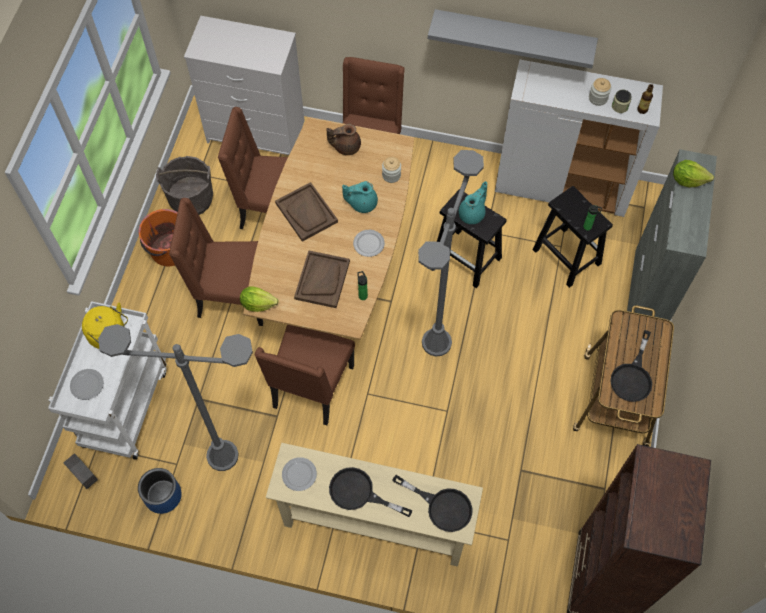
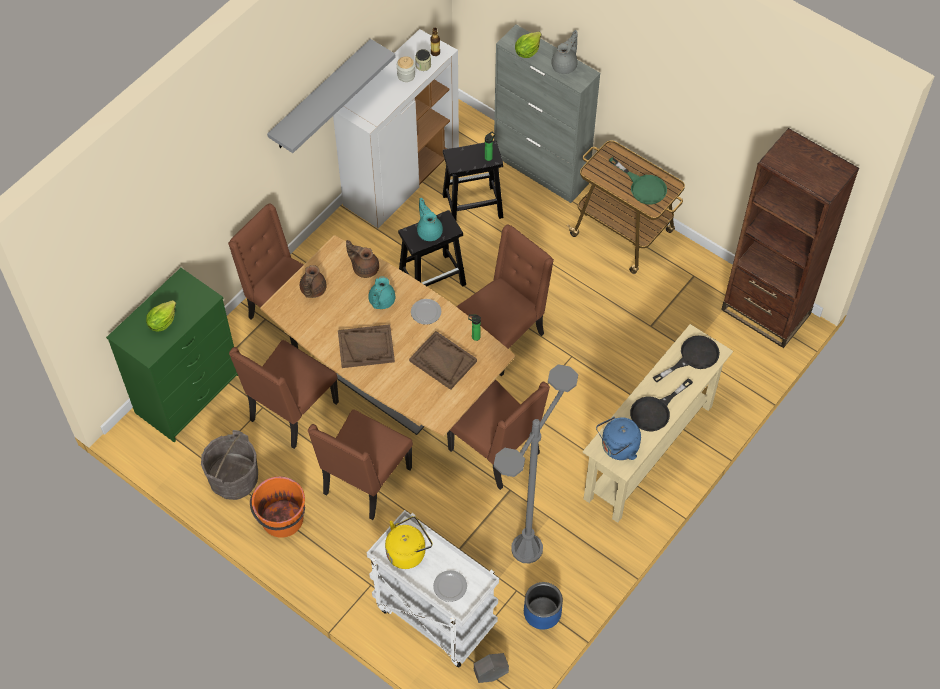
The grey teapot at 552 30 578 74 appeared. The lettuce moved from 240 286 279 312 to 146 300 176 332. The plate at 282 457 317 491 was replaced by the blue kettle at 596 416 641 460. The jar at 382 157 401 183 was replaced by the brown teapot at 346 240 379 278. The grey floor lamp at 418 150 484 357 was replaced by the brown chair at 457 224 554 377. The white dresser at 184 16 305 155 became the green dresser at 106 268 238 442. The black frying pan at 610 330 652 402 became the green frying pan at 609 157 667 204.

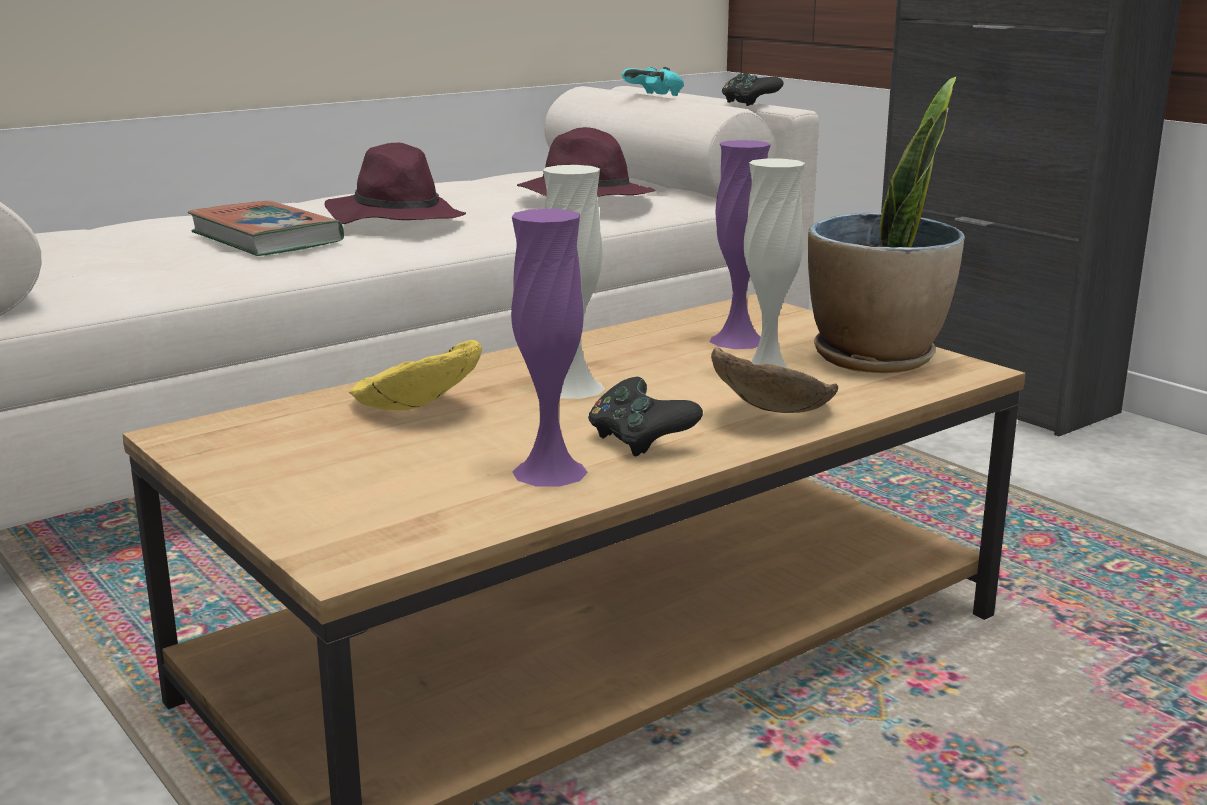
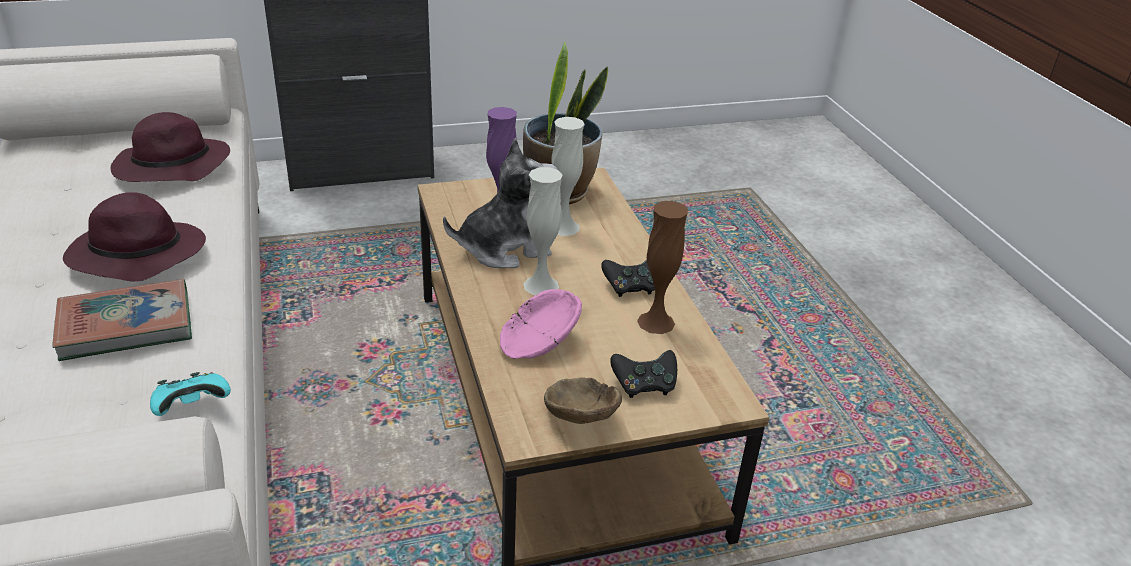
The plush toy at 443 138 558 268 appeared. The turquoise game controller moved from 622 67 684 96 to 150 372 231 416. The brown bowl moved from 711 347 838 413 to 544 377 622 424. The black game controller moved from 722 73 783 106 to 610 350 677 398. The yellow bowl at 349 340 482 410 became the pink bowl at 500 289 582 359. The purple vase at 511 209 588 487 became the brown vase at 637 201 688 334.

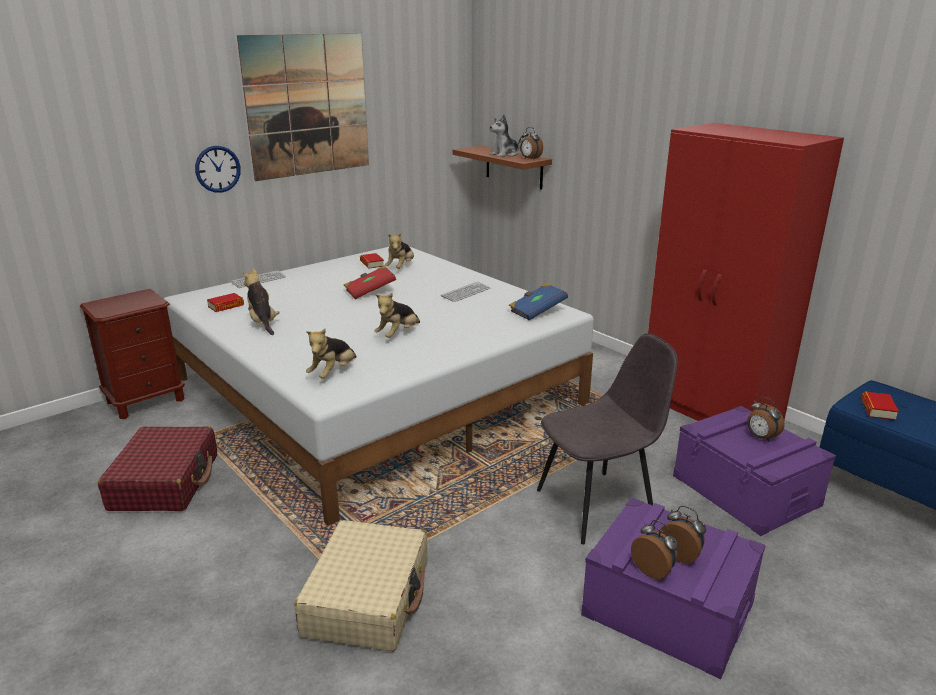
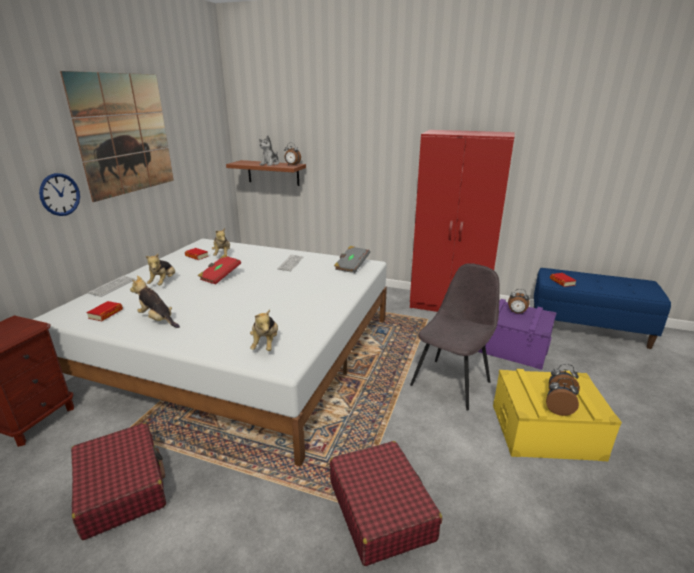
The plush toy moved from 374 293 420 338 to 146 253 175 285. The beige suitcase at 294 520 428 652 became the red suitcase at 330 441 442 566. The blue book at 509 283 568 321 became the grey book at 334 246 370 273. The purple storage box at 581 497 766 679 became the yellow storage box at 493 369 622 461.

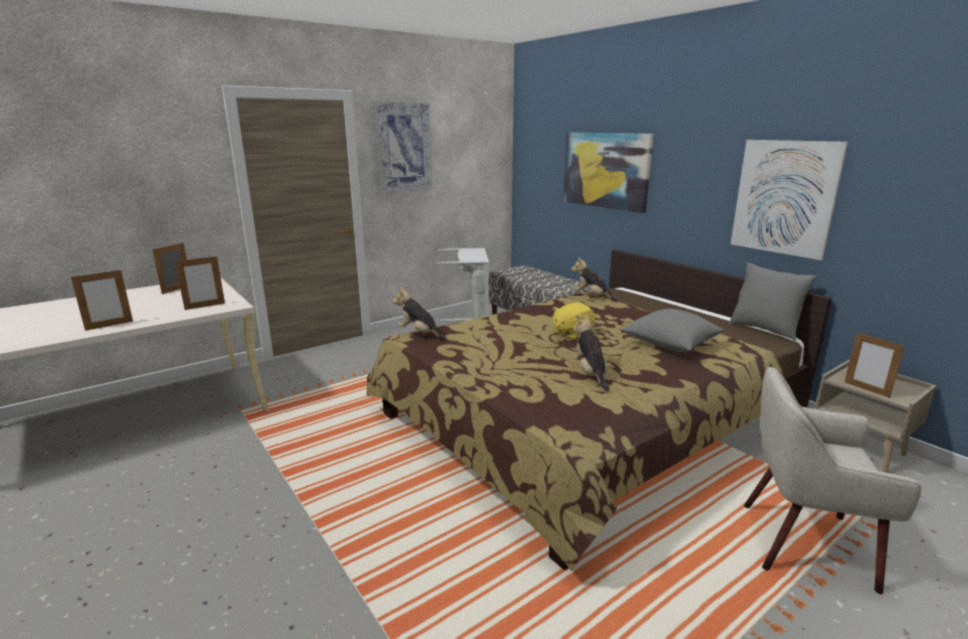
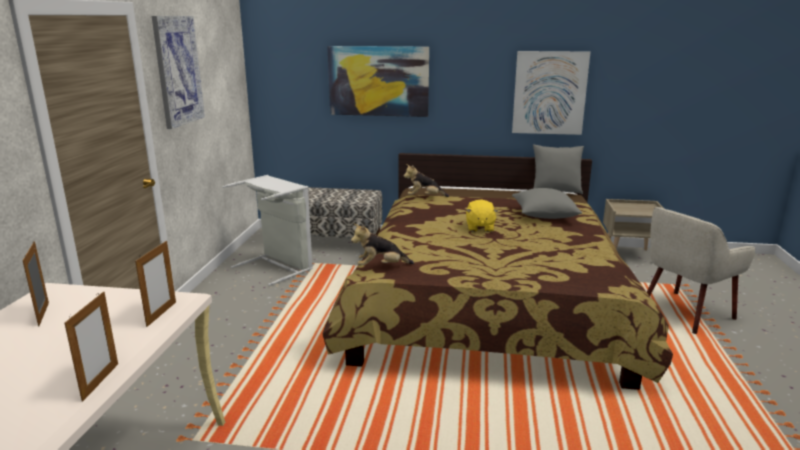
The plush toy at 573 314 611 392 disappeared. The picture frame at 845 333 905 398 disappeared.

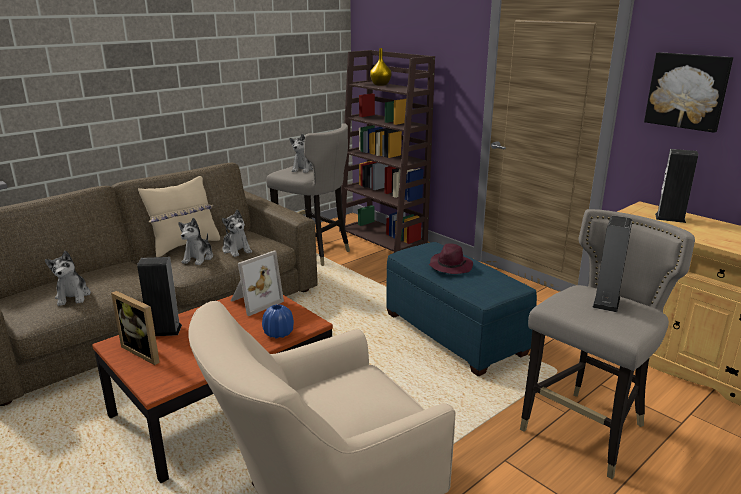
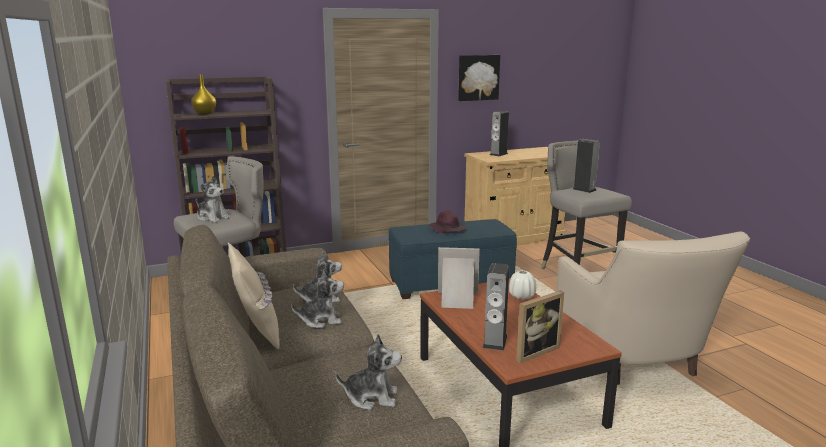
The blue vase at 262 304 294 339 became the white vase at 509 270 536 299. The plush toy at 178 218 213 265 turned 45 degrees counterclockwise. The picture frame at 231 250 284 316 turned 60 degrees counterclockwise.

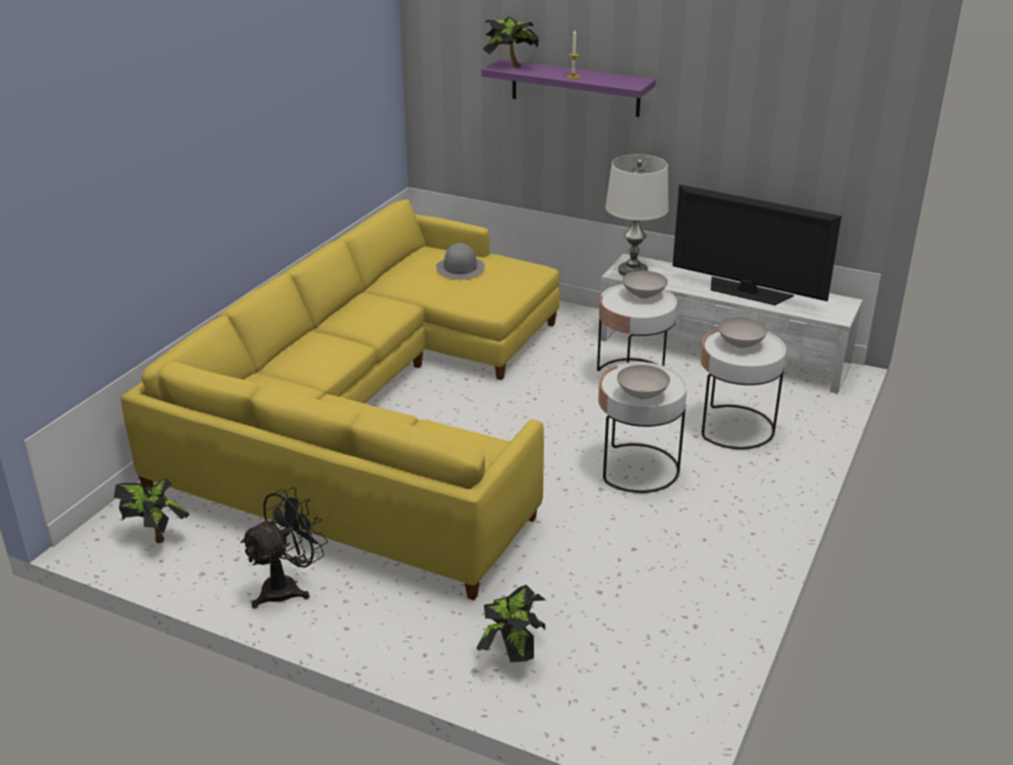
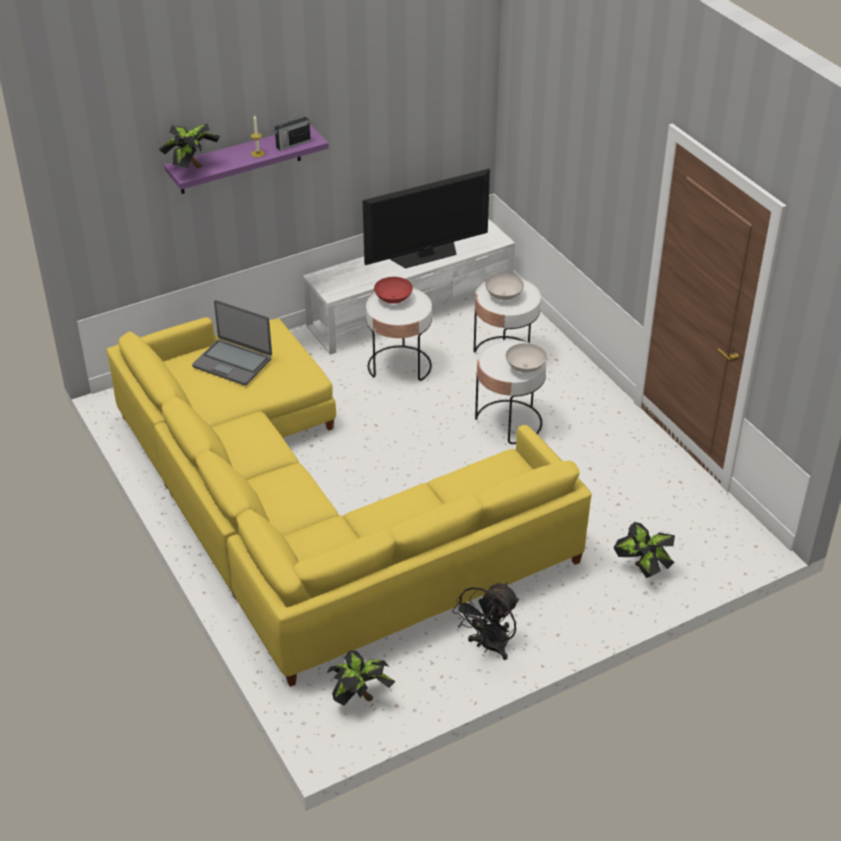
The white table lamp at 605 154 669 276 disappeared. The radio at 274 115 311 151 appeared. The grey hat at 436 243 485 280 was replaced by the laptop at 192 300 272 386. The white bowl at 622 271 668 299 became the red bowl at 374 277 413 304. The black fan at 240 487 328 609 turned 135 degrees counterclockwise.

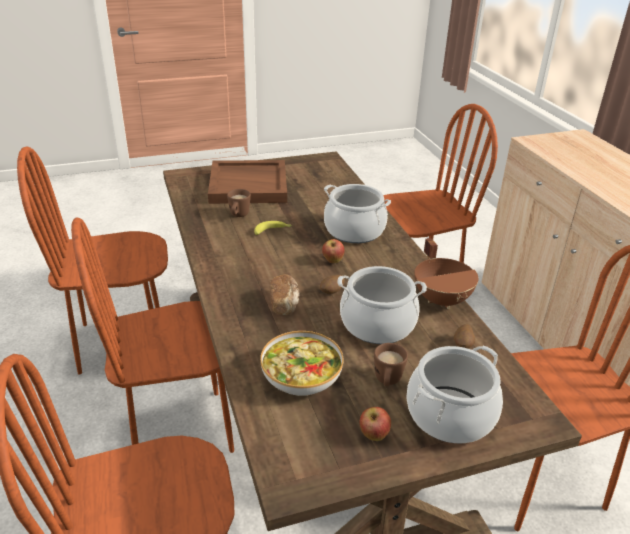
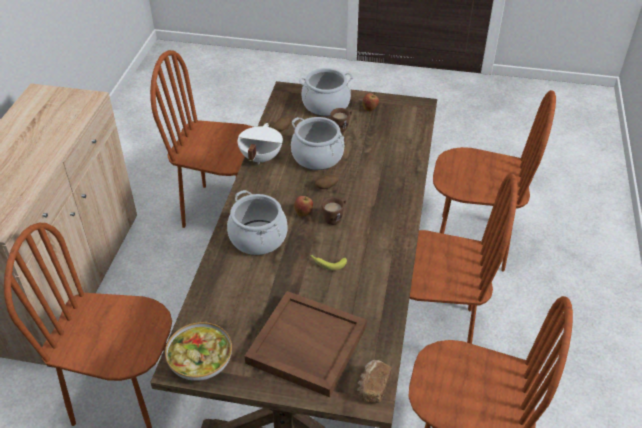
The brown mug moved from 227 189 251 217 to 322 197 346 225. The bowl moved from 260 331 344 396 to 165 322 232 381. The bread moved from 269 274 300 315 to 357 360 392 403. The brown cooking pot at 414 238 479 309 became the white cooking pot at 237 123 283 164.

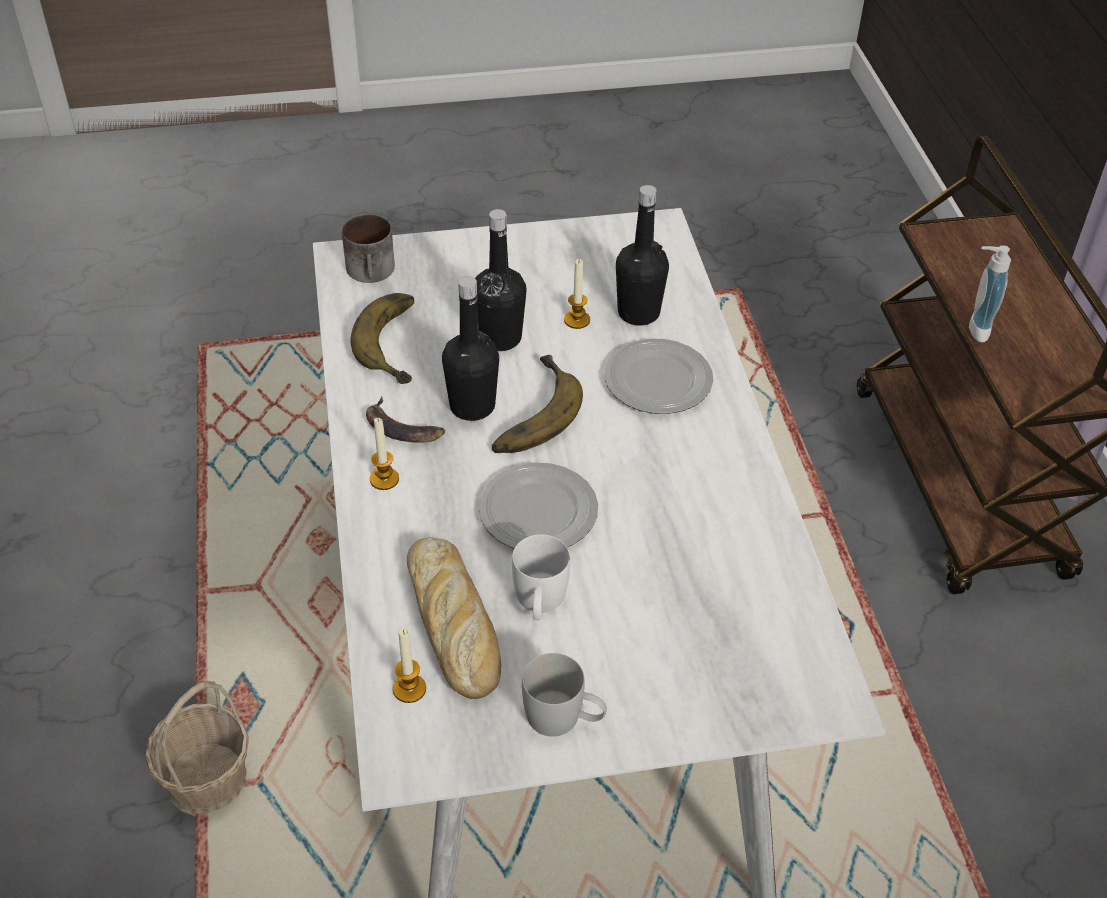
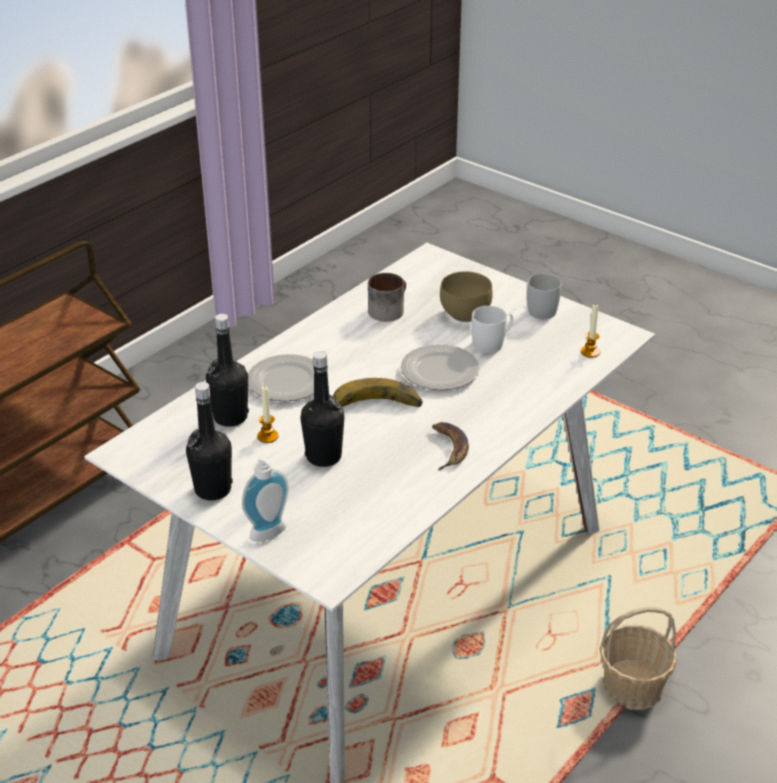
The banana at 350 293 414 384 disappeared. The candle at 370 418 399 490 disappeared. The bread at 407 537 501 699 disappeared. The brown bowl at 440 271 493 322 appeared. The mug moved from 342 214 395 283 to 368 273 406 322. The black bottle moved from 442 276 499 421 to 186 382 233 501. The soap dispenser moved from 969 245 1011 343 to 242 454 289 542.

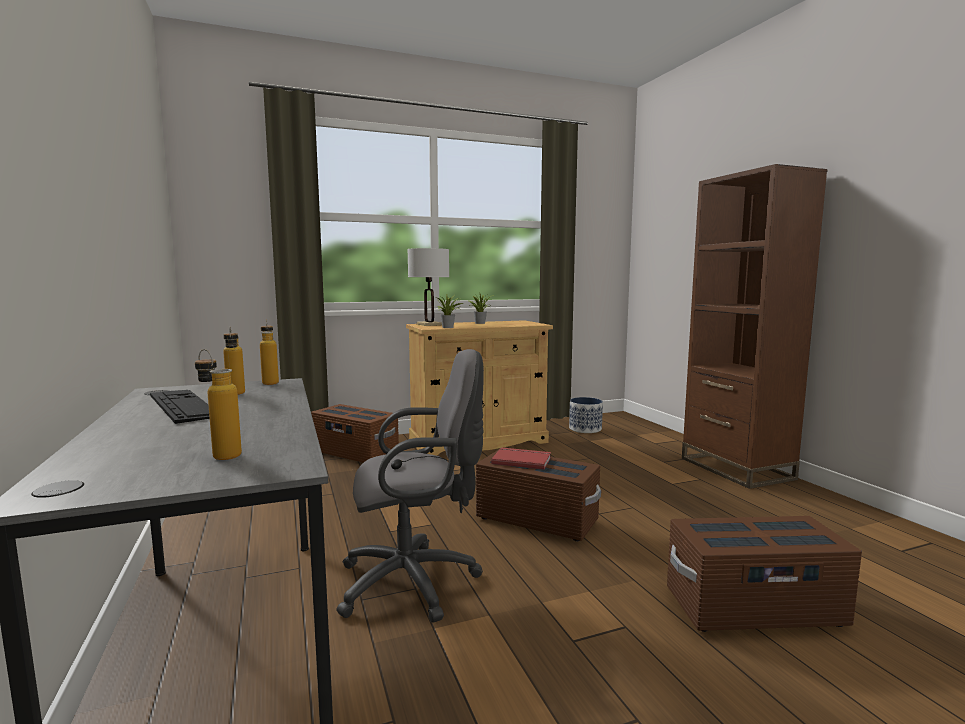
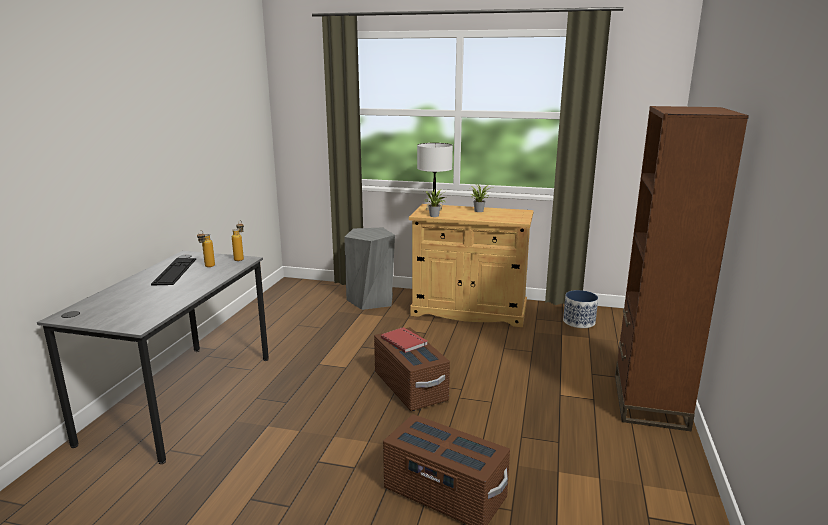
The bottle at 195 349 242 460 disappeared. The grey office chair at 336 349 484 623 disappeared. The brown storage box at 311 404 399 463 was replaced by the grey stool at 344 227 395 310.

